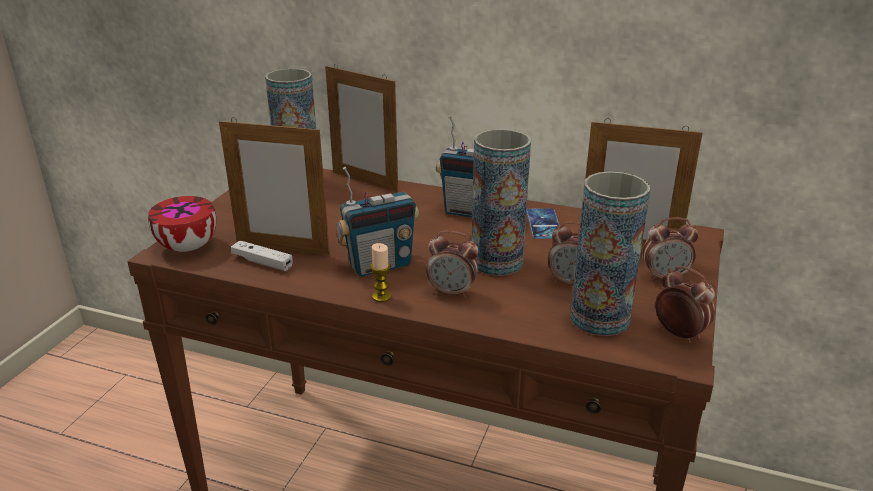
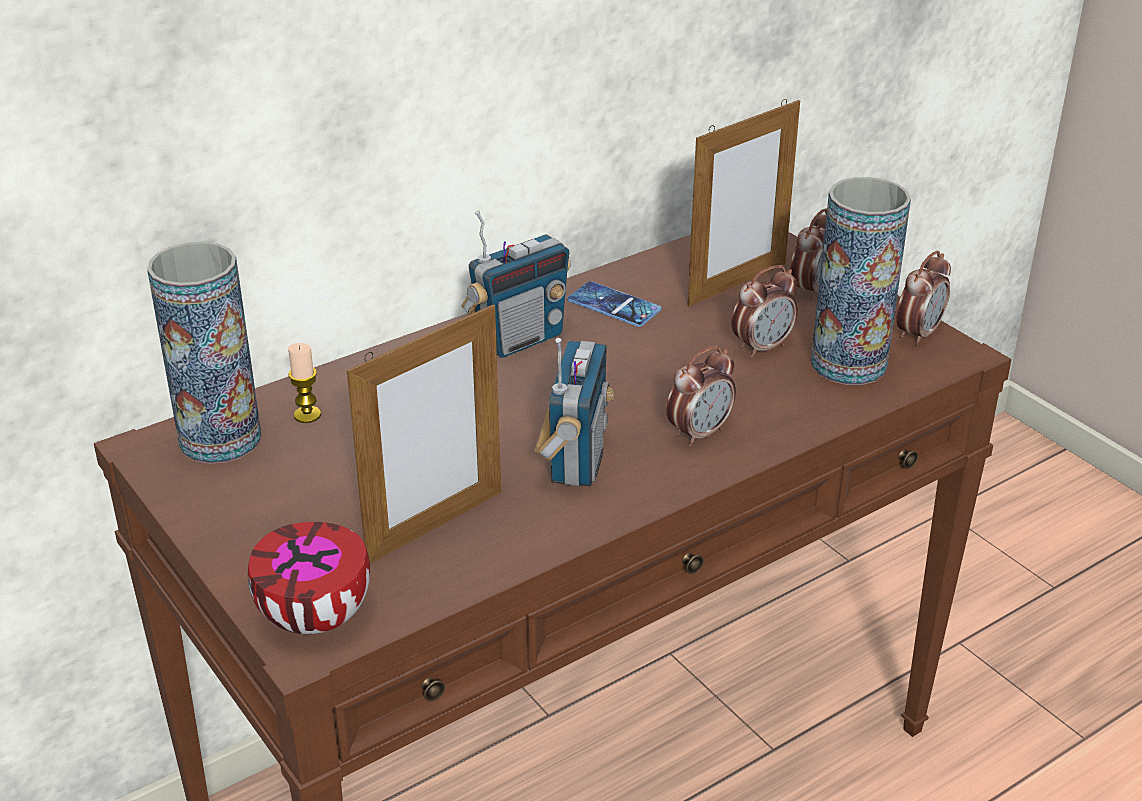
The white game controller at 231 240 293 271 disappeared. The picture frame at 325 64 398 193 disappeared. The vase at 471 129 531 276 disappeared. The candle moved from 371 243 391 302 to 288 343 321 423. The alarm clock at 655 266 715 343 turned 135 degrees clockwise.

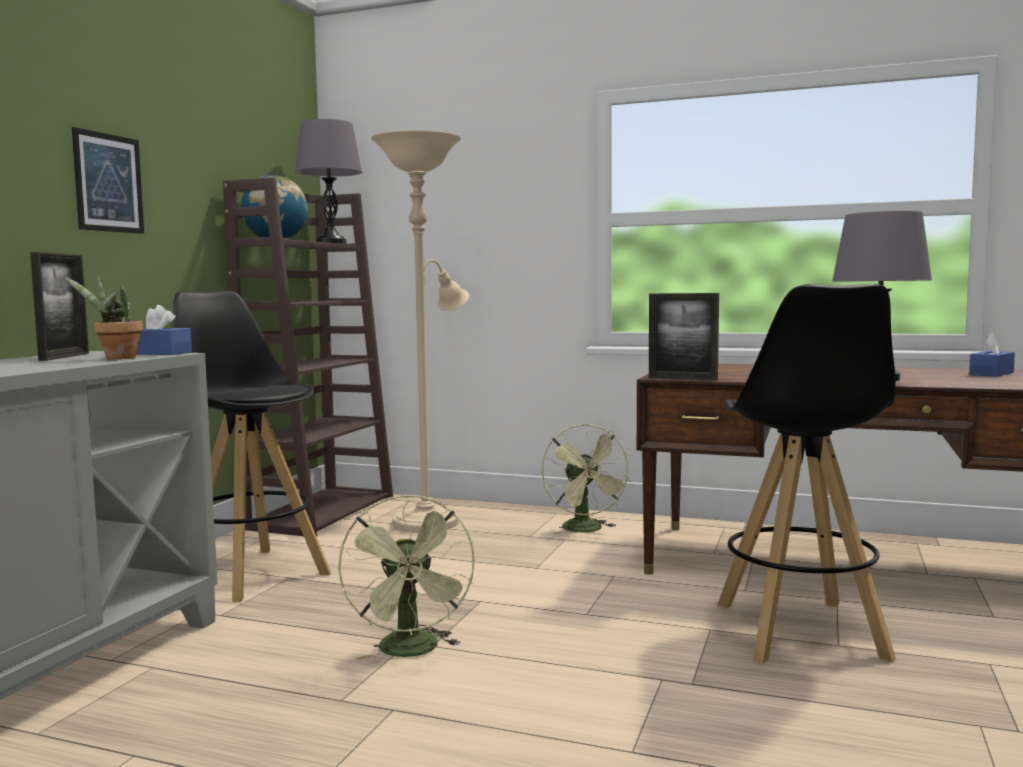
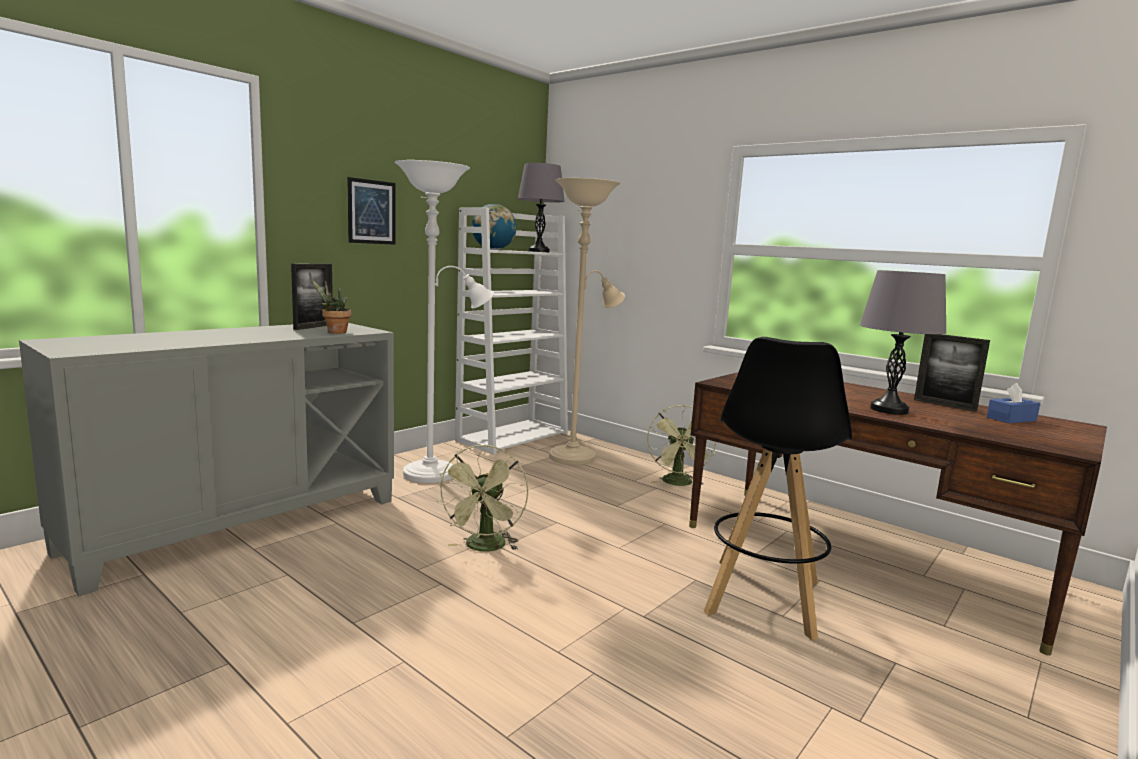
The blue tissue box at 136 305 192 355 disappeared. The picture frame moved from 649 293 719 380 to 914 334 990 412. The black stool at 173 290 331 603 was replaced by the white floor lamp at 395 160 494 483. The brown bookcase at 223 177 393 536 became the white bookcase at 455 208 568 455.

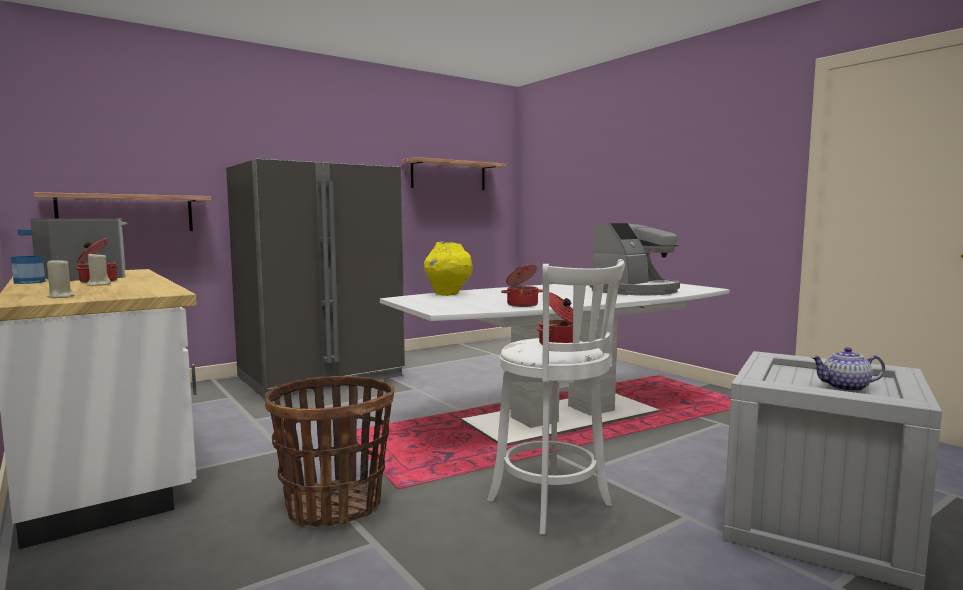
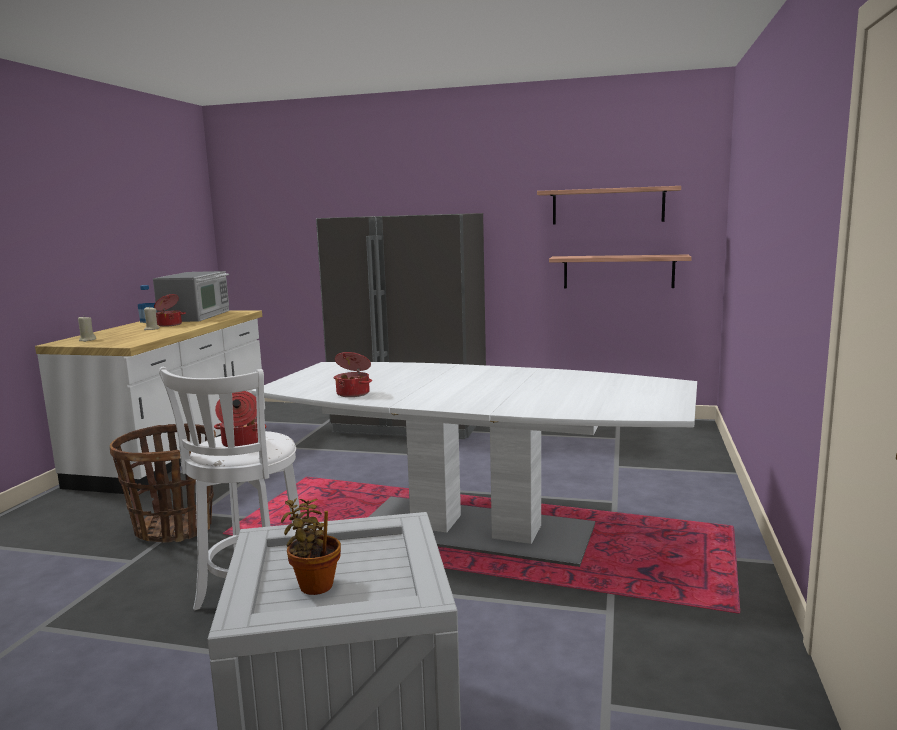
The yellow vase at 424 242 473 296 disappeared. The coffee machine at 589 223 680 296 disappeared. The shelf moved from 34 192 211 231 to 549 255 692 288. The teapot at 810 347 885 392 was replaced by the potted plant at 281 498 341 595.

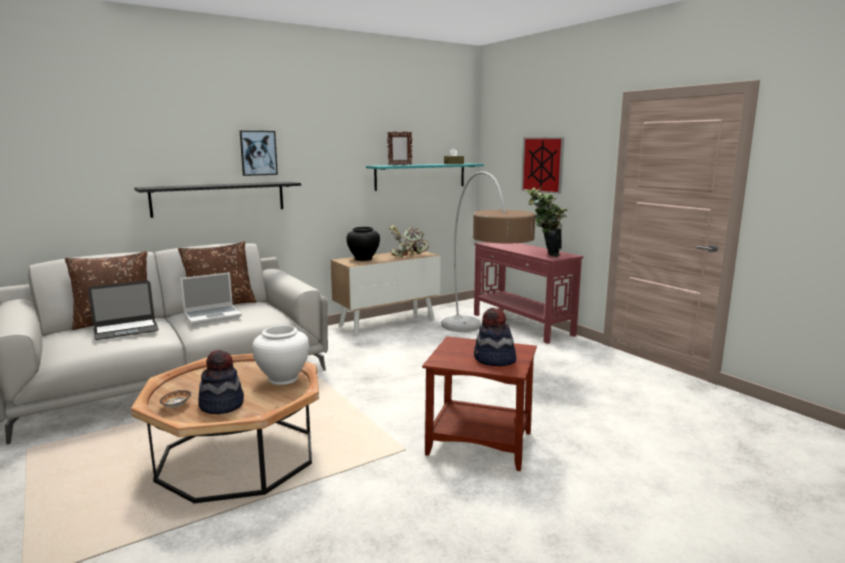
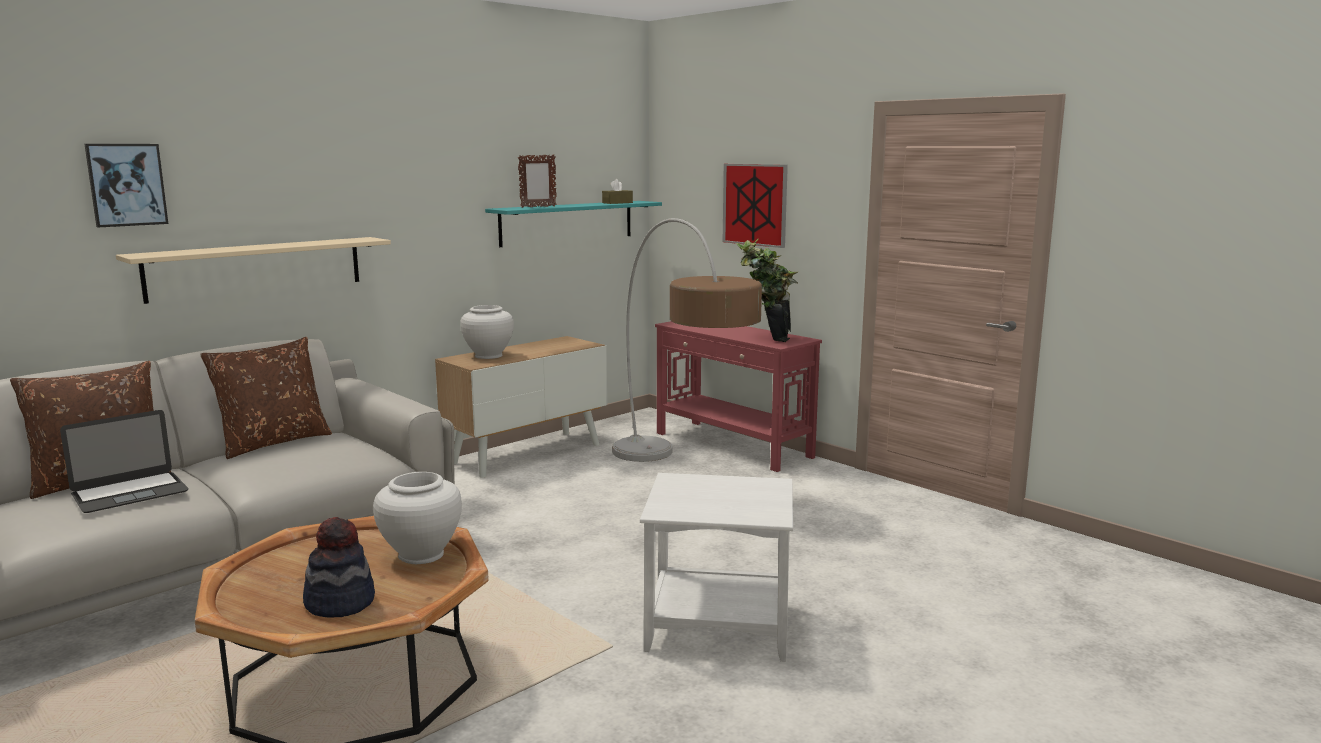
The bowl at 160 390 191 407 disappeared. The laptop at 180 272 242 324 disappeared. The potted plant at 389 225 429 258 disappeared. The hat at 474 308 516 366 disappeared. The picture moved from 240 131 278 176 to 84 144 168 227. The black shelf at 134 182 301 218 became the beige shelf at 116 237 391 304. The black vase at 346 227 380 261 became the white vase at 460 305 514 359. The brown side table at 422 336 537 471 became the white side table at 640 473 793 662.

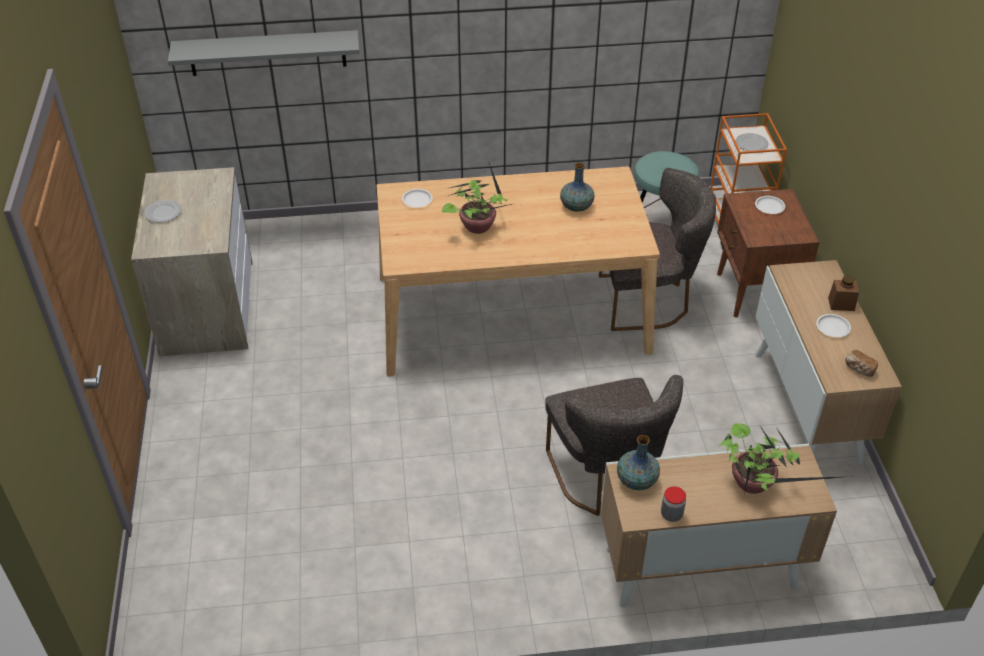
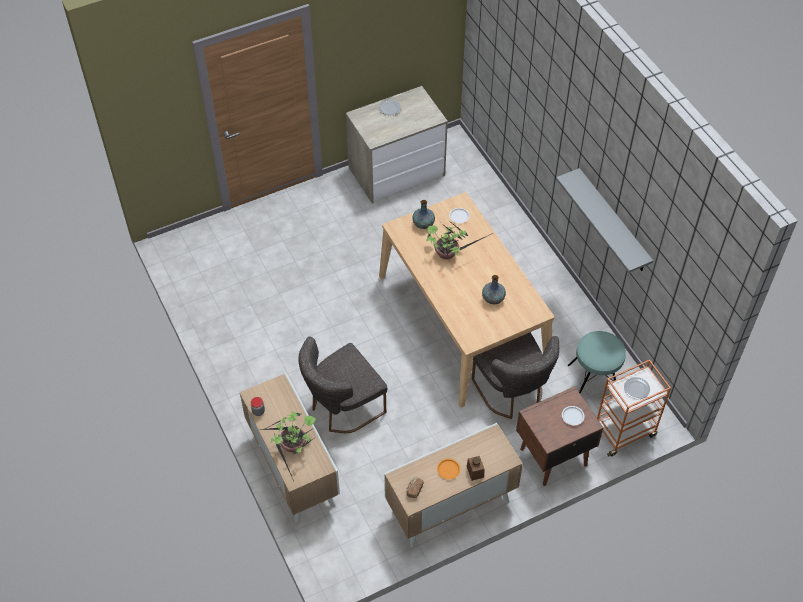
The grey shelf moved from 168 30 360 76 to 556 168 653 273. The vase moved from 617 435 660 490 to 412 200 435 229. The white plate at 816 314 851 337 became the orange plate at 437 458 461 479.

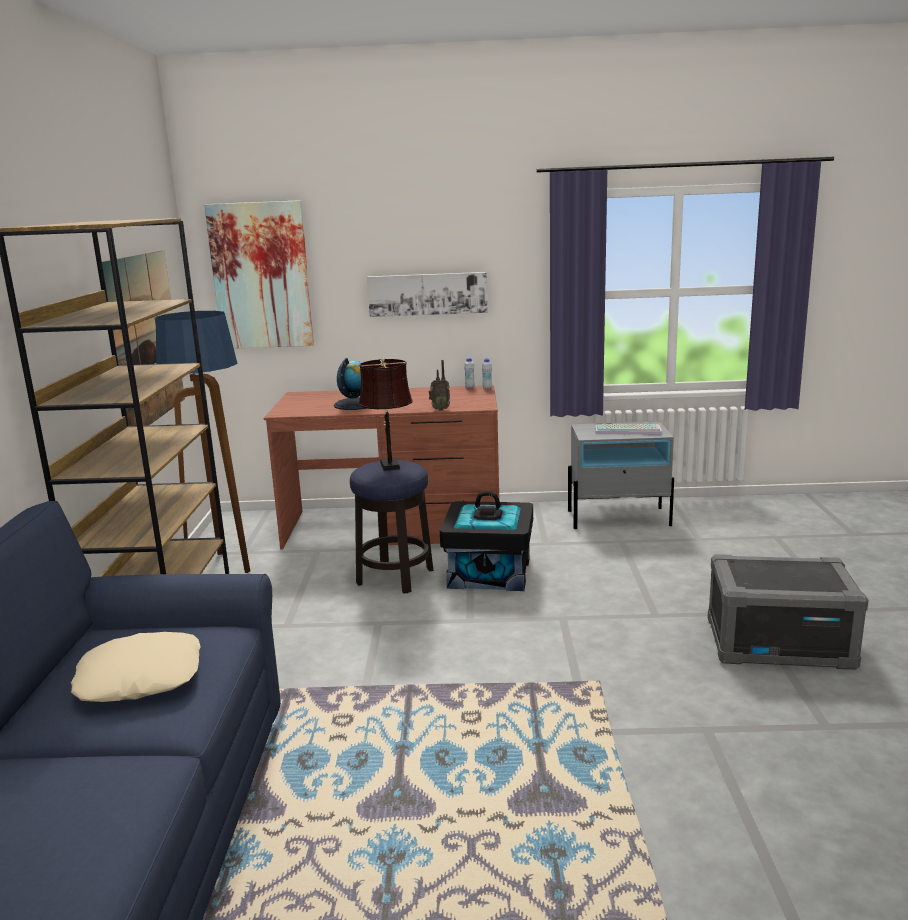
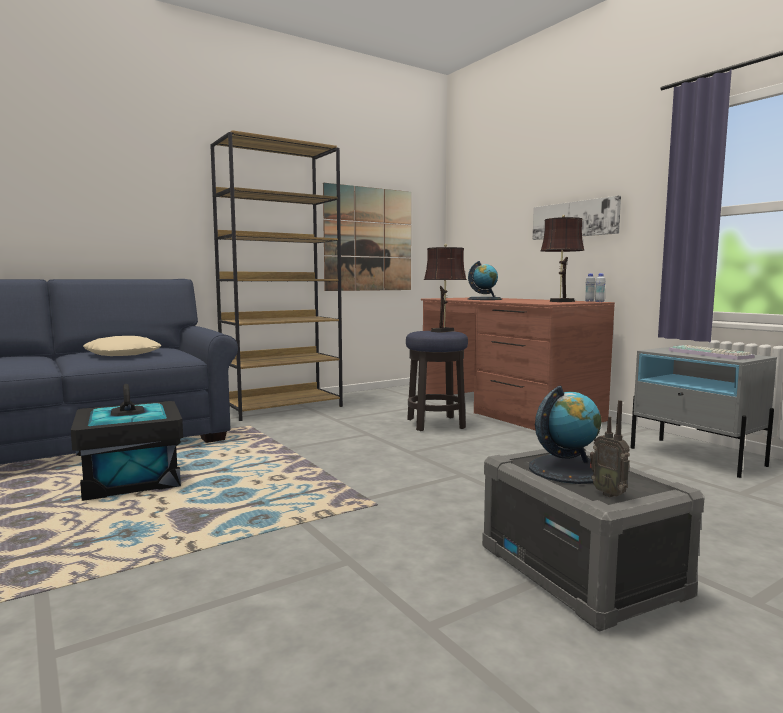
The floor lamp at 156 311 250 573 disappeared. The picture at 204 200 314 349 disappeared. The globe at 529 386 602 484 appeared. The brown table lamp at 540 215 584 302 appeared. The radio moved from 429 360 450 411 to 590 400 630 497. The black storage box moved from 440 491 533 591 to 71 384 183 501.

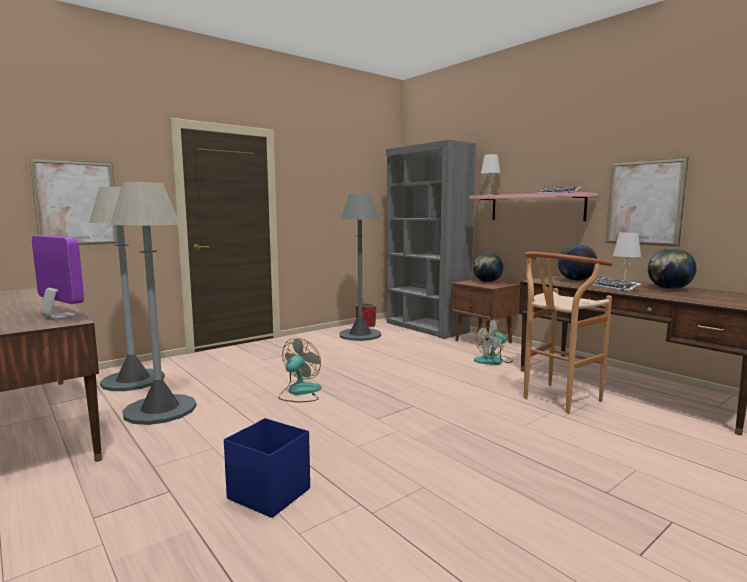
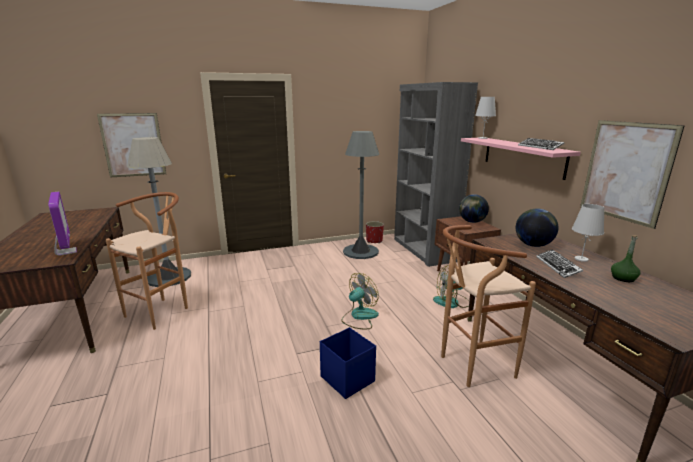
The blue storage box moved from 224 418 310 518 to 320 327 376 399. The fan moved from 278 338 321 402 to 341 273 379 329. The grey floor lamp at 110 182 197 425 was replaced by the brown stool at 106 192 188 330. The globe at 648 248 697 290 was replaced by the green bottle at 611 235 640 282.

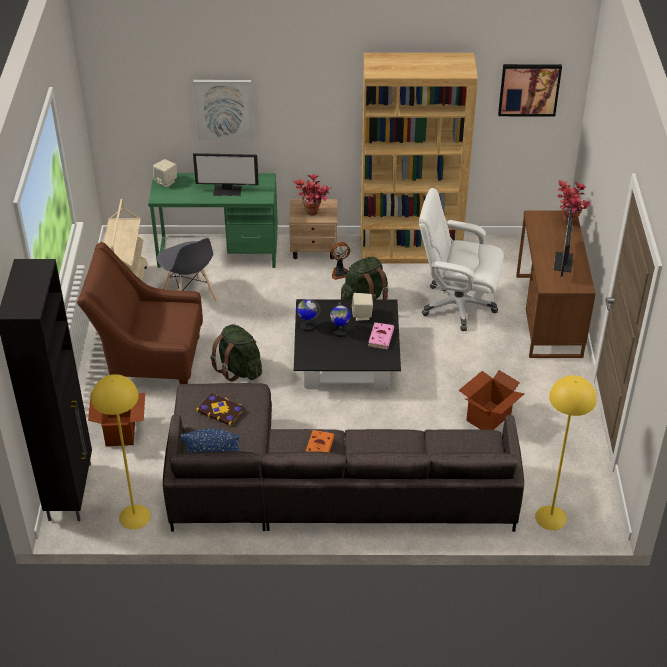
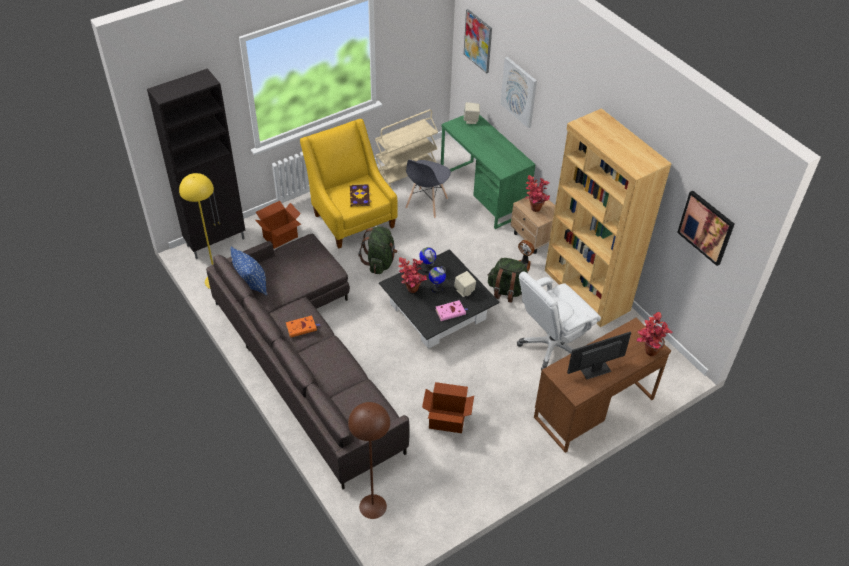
The monitor at 193 153 259 196 disappeared. The potted plant at 398 257 427 293 appeared. The picture at 464 9 492 74 appeared. The book moved from 196 393 245 426 to 349 184 372 207. The brown armchair at 77 242 203 384 became the yellow armchair at 300 119 397 248. The yellow floor lamp at 535 375 597 530 became the brown floor lamp at 348 402 390 519. The white office chair at 419 188 504 331 turned 105 degrees counterclockwise.

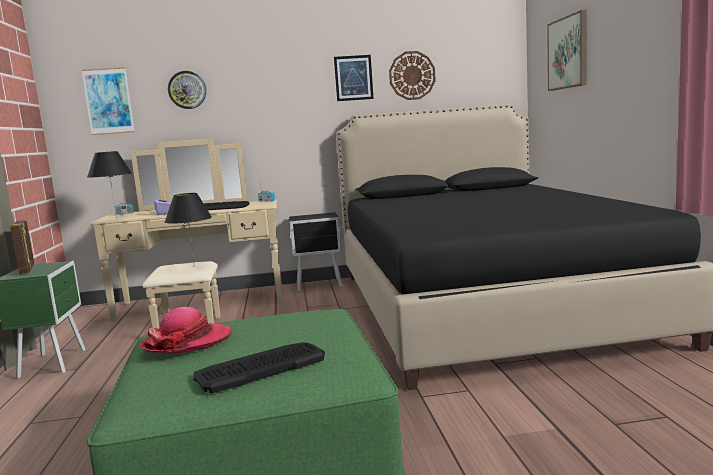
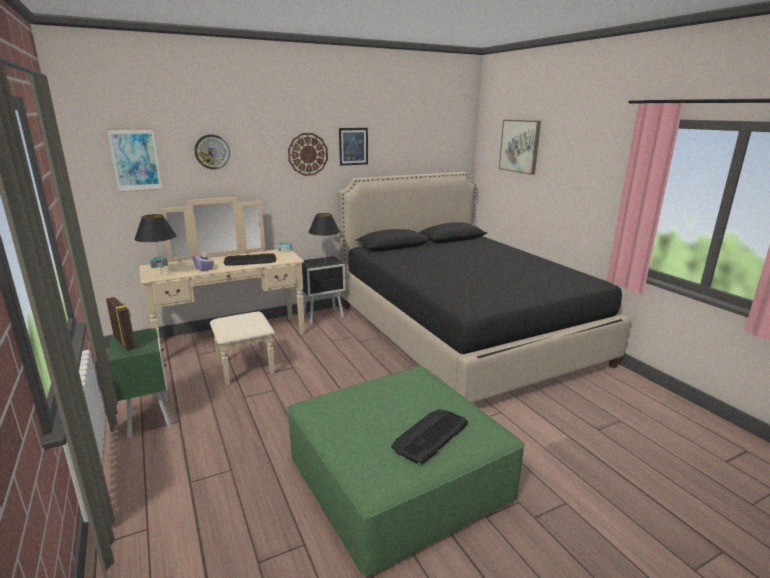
The hat at 139 307 233 354 disappeared. The black table lamp moved from 165 193 212 266 to 308 213 340 263. The wall clock moved from 389 51 436 100 to 288 133 328 176.

